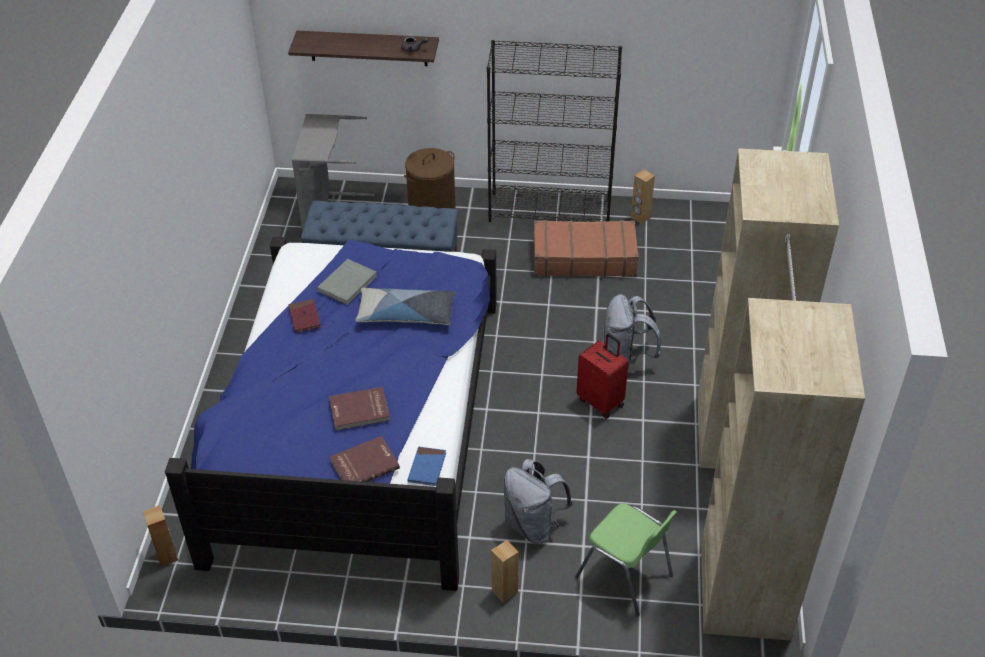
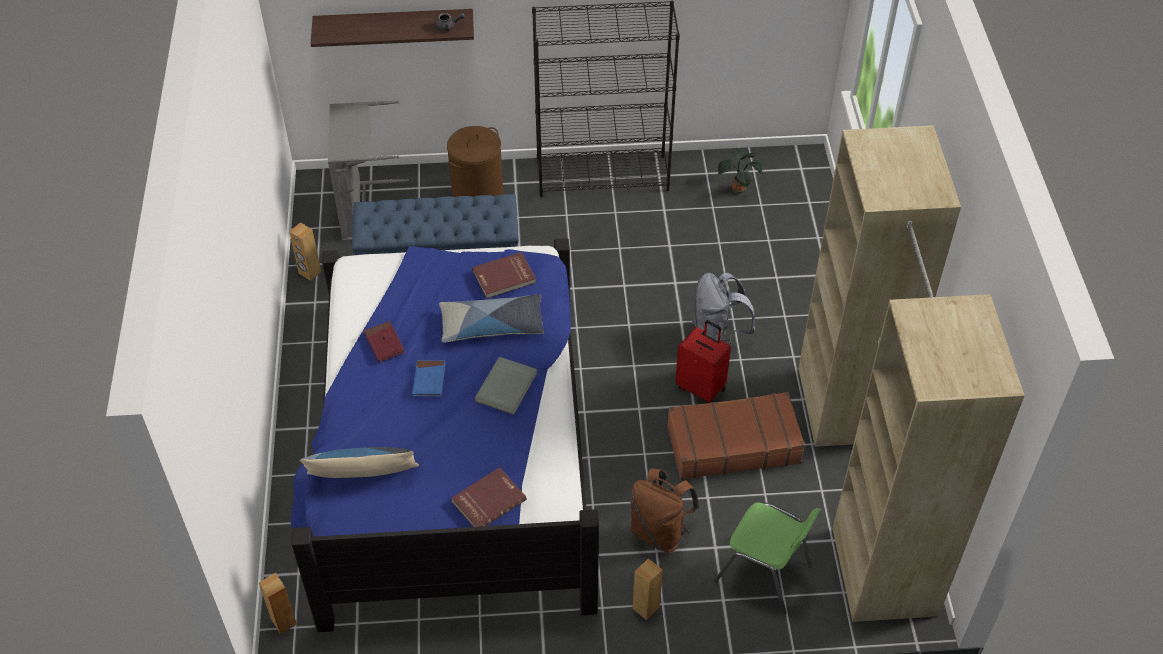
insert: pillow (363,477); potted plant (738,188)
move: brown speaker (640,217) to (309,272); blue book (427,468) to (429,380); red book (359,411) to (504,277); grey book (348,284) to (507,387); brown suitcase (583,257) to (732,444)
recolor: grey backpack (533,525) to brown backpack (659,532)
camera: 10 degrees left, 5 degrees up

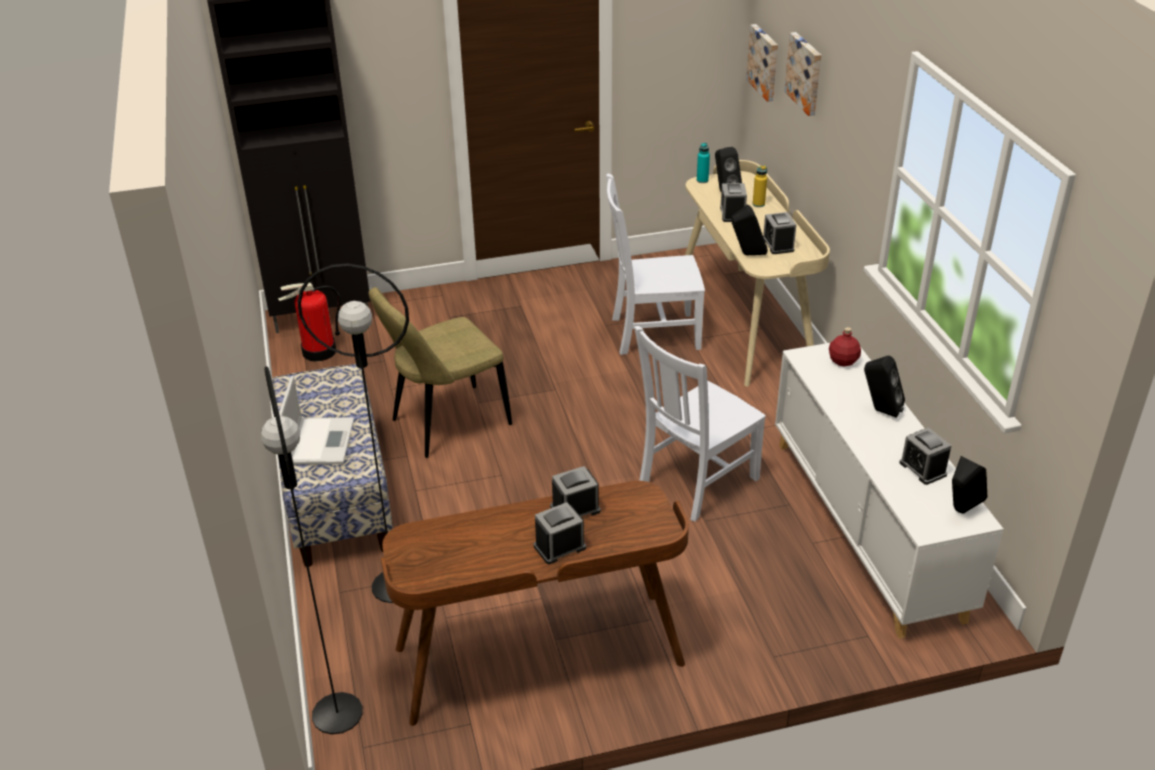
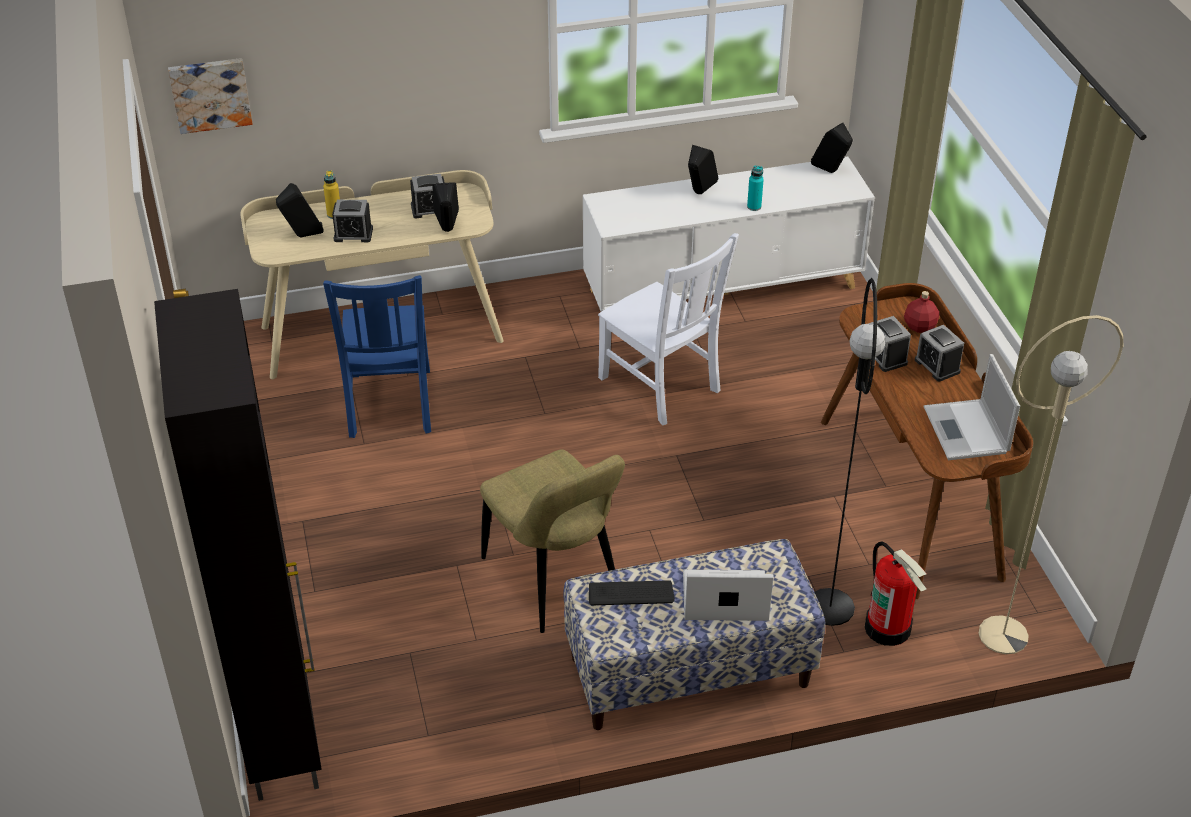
delete: picture (805,73); alarm clock (922,469)
insert: keyboard (630,594); laptop (967,431)
move: turquoise bottle (702,180) to (754,207); fire extinguisher (319,352) to (888,628); red bottle (842,361) to (920,327)
recolor: white chair (652,333) to blue chair (389,405); black floor lamp (337,713) to beige floor lamp (1003,635)
camera: 90 degrees left, 5 degrees up

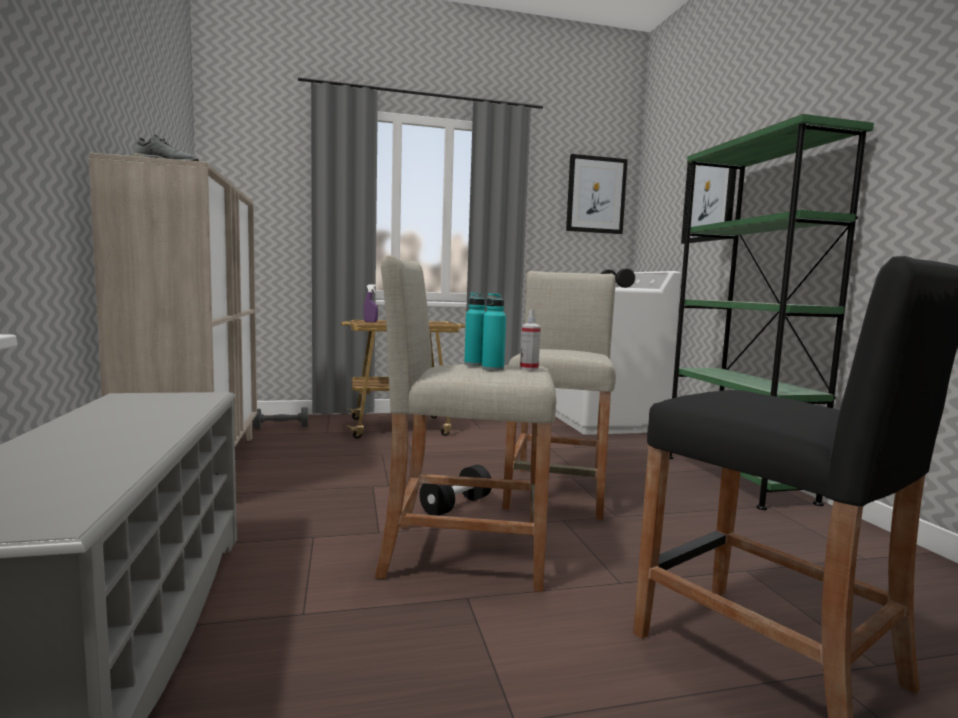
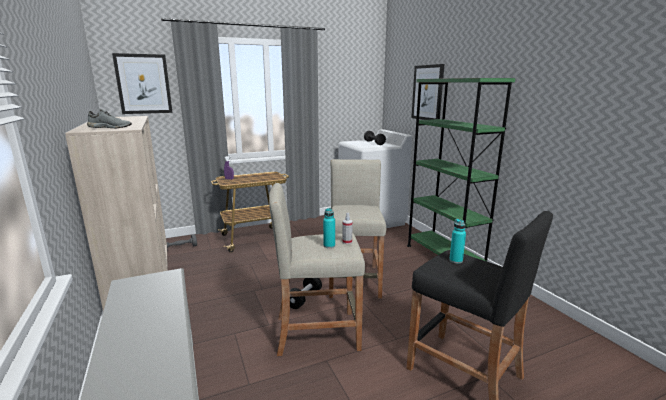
move: picture (596,195) to (143,84); turquoise bottle (474,364) to (456,260)
camera: 10 degrees left, 10 degrees up

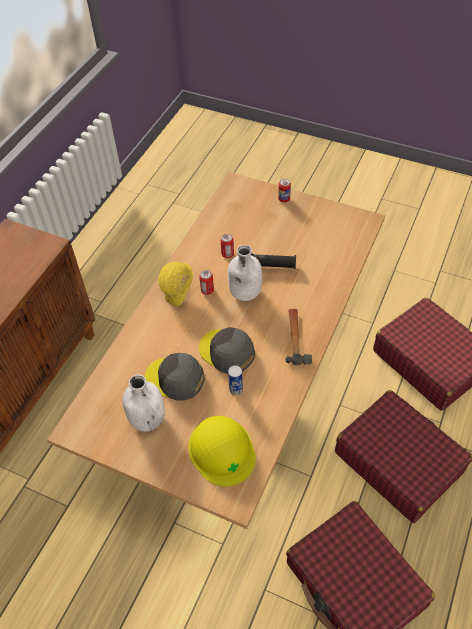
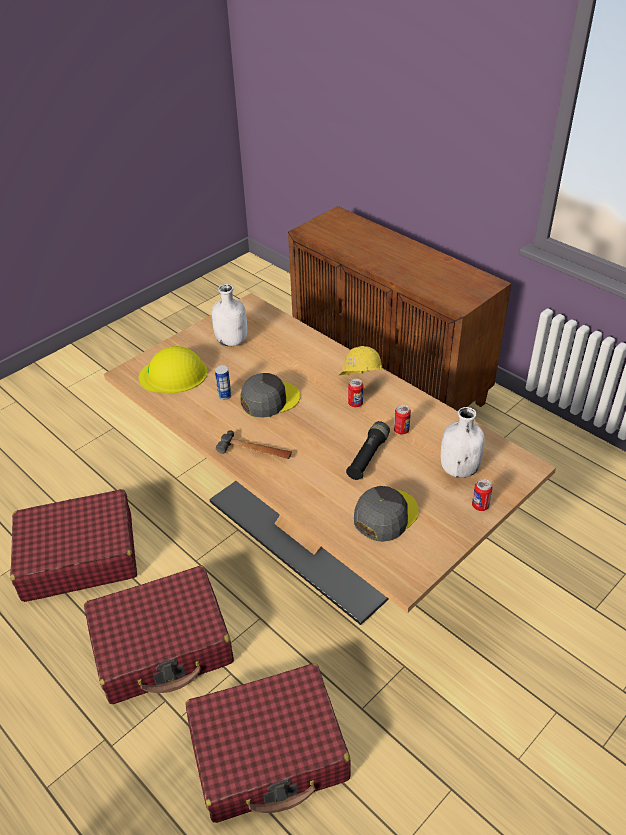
move: grey cap (175,379) to (385,515); white bottle (244,293) to (458,468)
camera: 110 degrees right, 10 degrees down

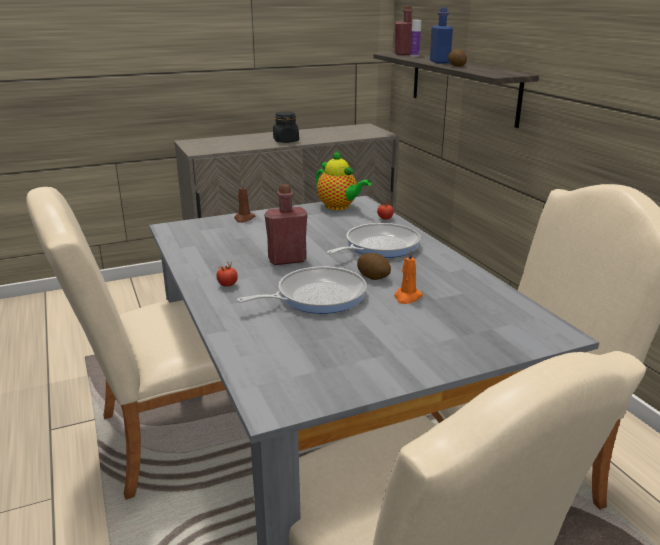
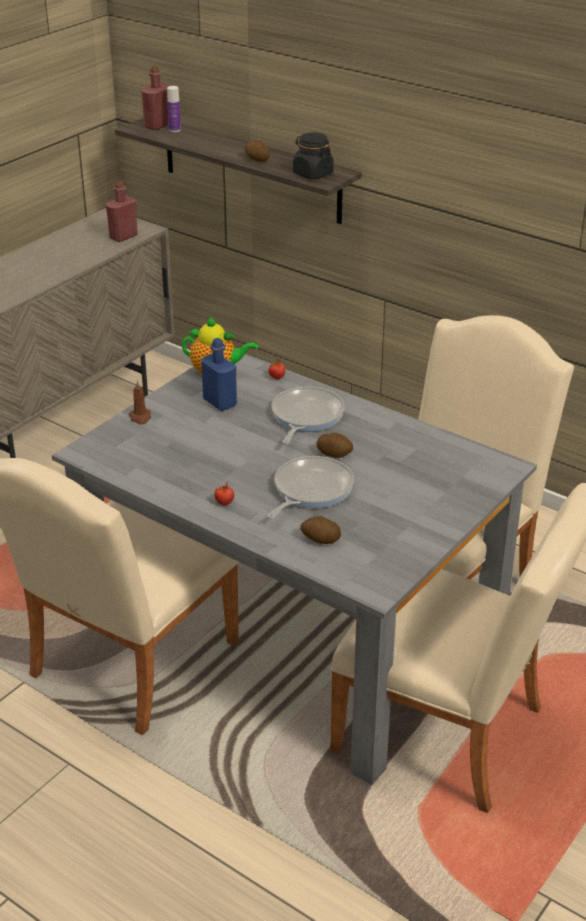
delete: orange candle (407,297)
insert: potato (320,540)
move: red bottle (287,260) to (123,237); blue bottle (439,62) to (220,402); black jar (286,141) to (312,174)
camera: 30 degrees left, 10 degrees up

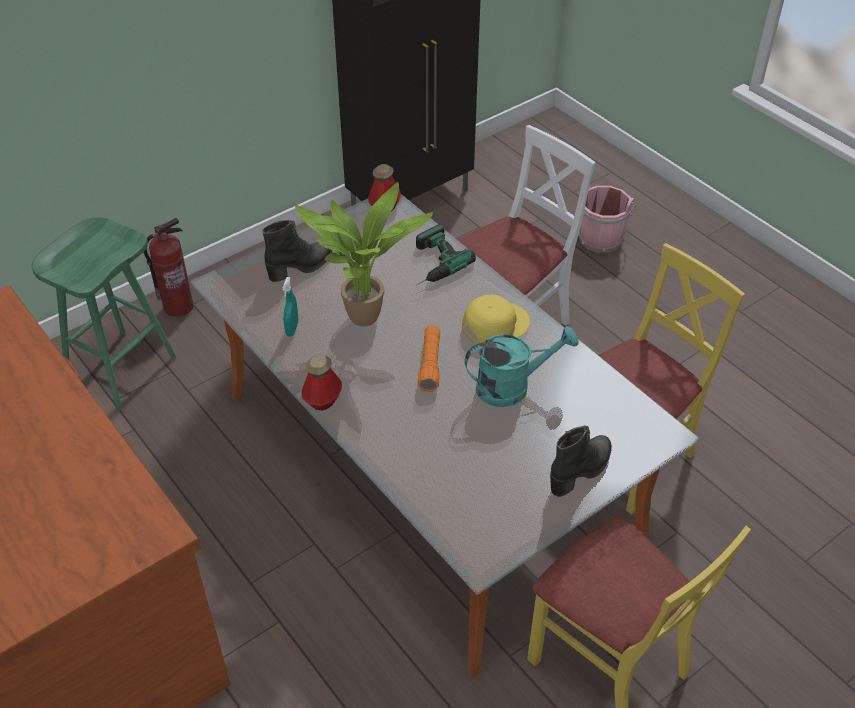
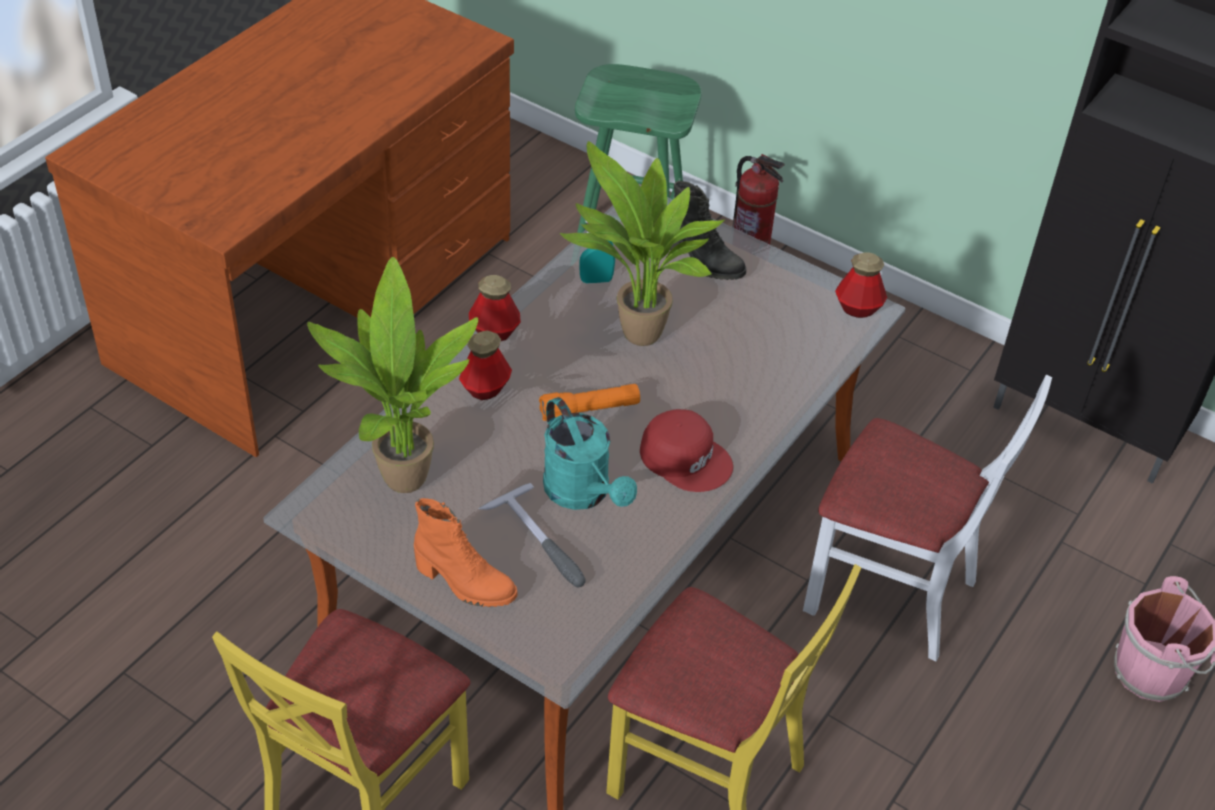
delete: power drill (430,263)
insert: potted plant (398,479); bottle (485,389); hammer (541,544)
recolor: black boot (581,471) to orange boot (464,584); yellow cap (494,324) to red cap (686,457)
camera: 70 degrees right, 0 degrees up

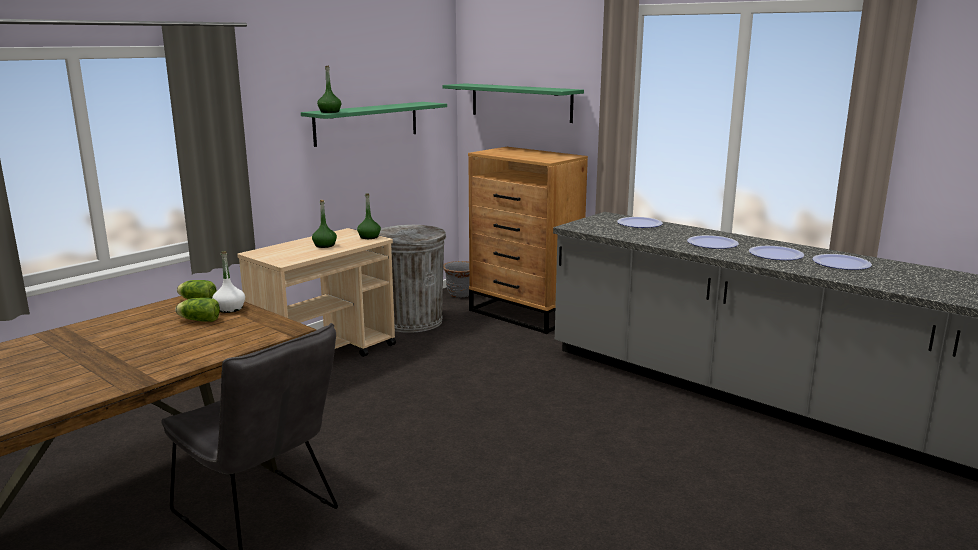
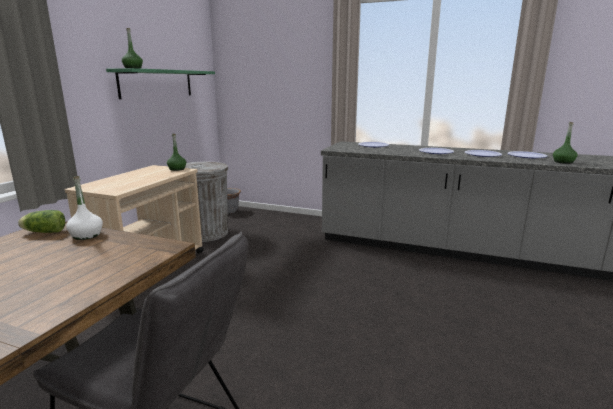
delete: lettuce (198,320); green shelf (520,102); brown dresser (525,314)
move: green bottle (325,245) to (563,162)
camera: 20 degrees left, 0 degrees up

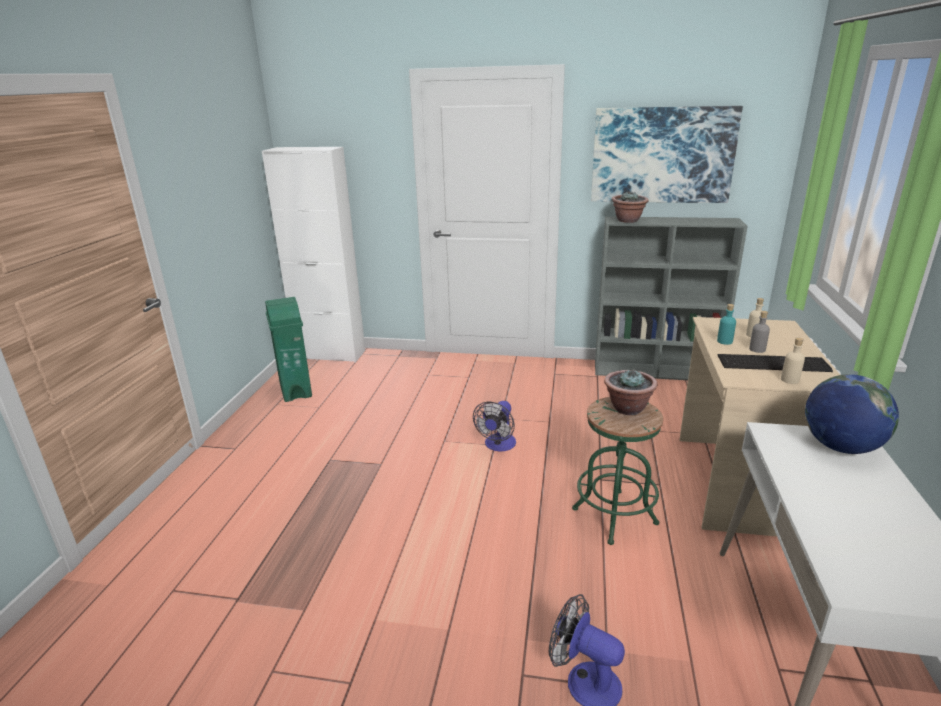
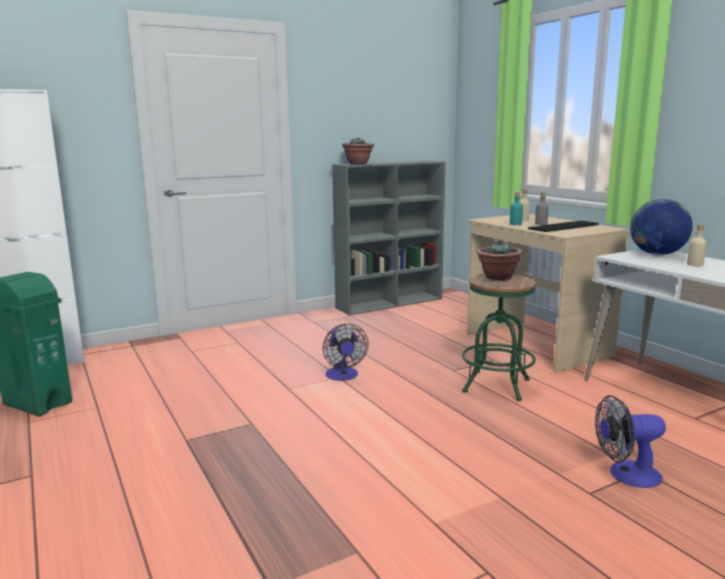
delete: picture (662,155)
move: beige bottle (790,380) to (695,264)
camera: 40 degrees left, 10 degrees down

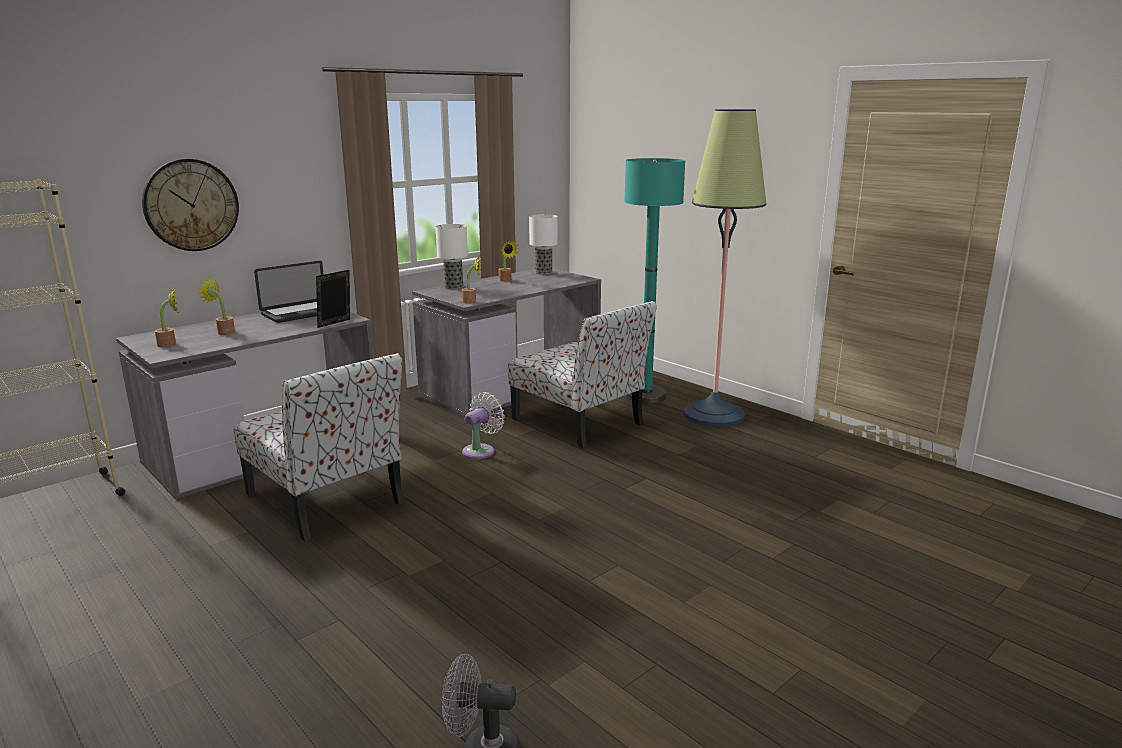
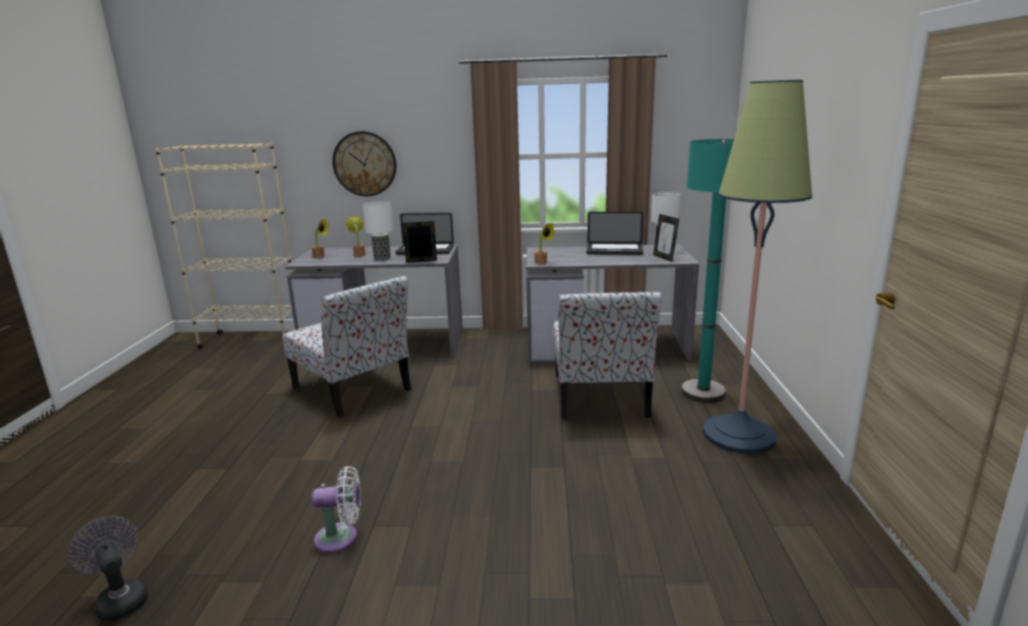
insert: picture frame (664,258)
move: white fan (481,451) to (341,538); table lamp (453,287) to (382,258)
replace: potted plant (506,280) to laptop (614,250)
rotate: chair (327,500) = (353,389) 45 degrees counterclockwise
camera: 45 degrees right, 0 degrees up

